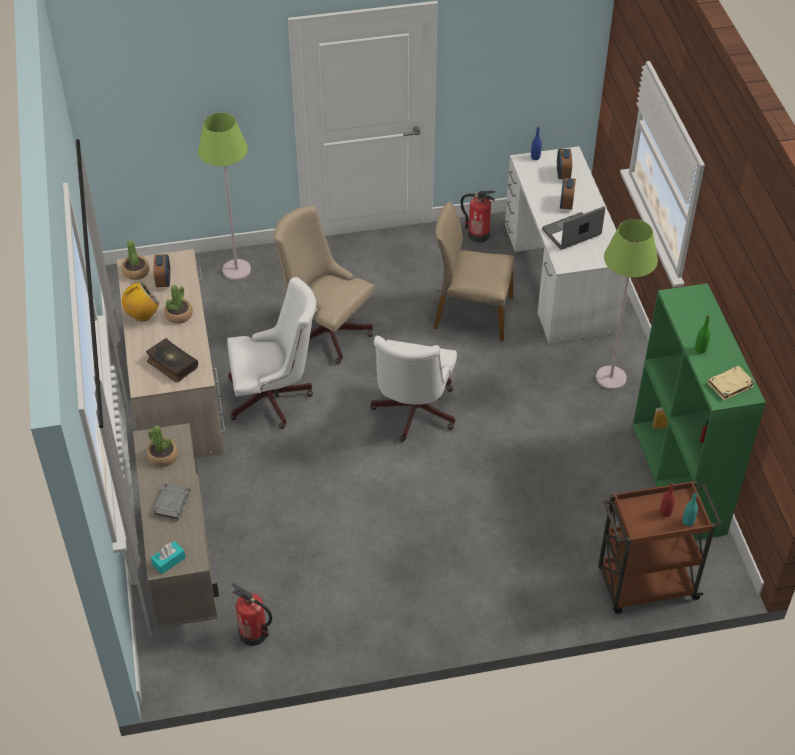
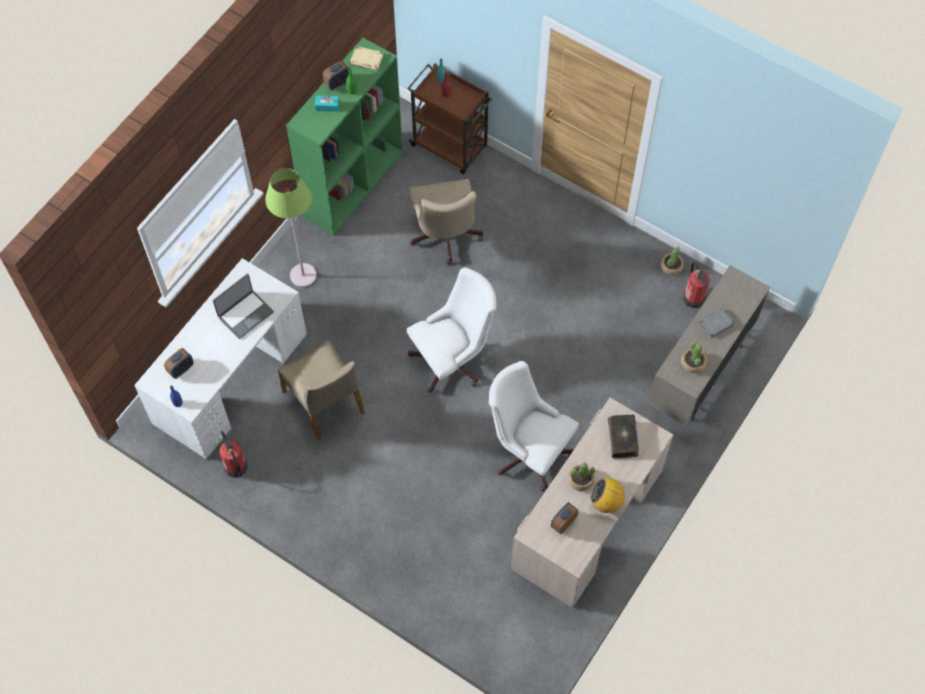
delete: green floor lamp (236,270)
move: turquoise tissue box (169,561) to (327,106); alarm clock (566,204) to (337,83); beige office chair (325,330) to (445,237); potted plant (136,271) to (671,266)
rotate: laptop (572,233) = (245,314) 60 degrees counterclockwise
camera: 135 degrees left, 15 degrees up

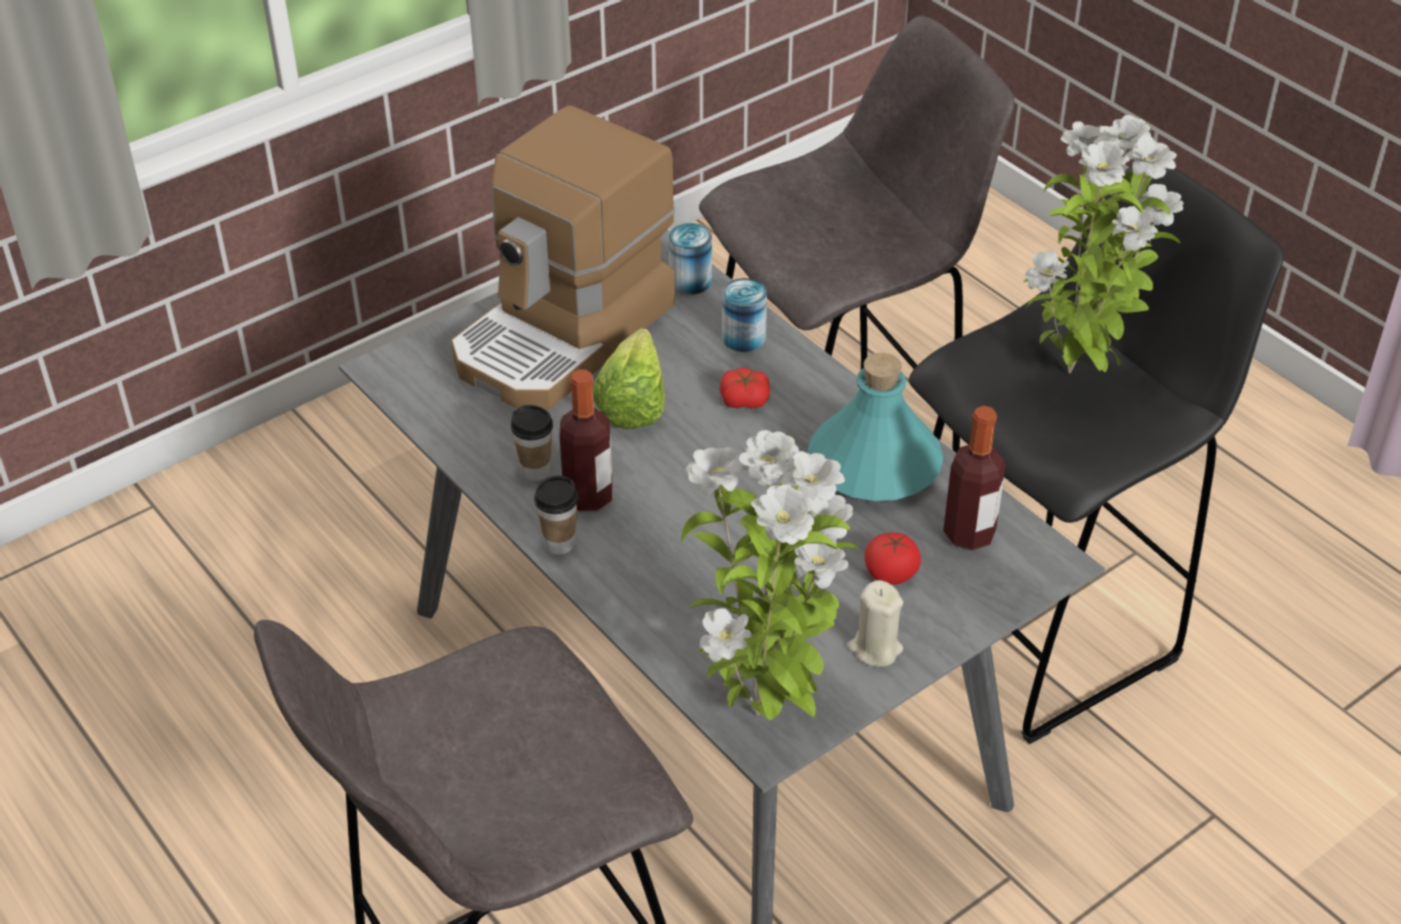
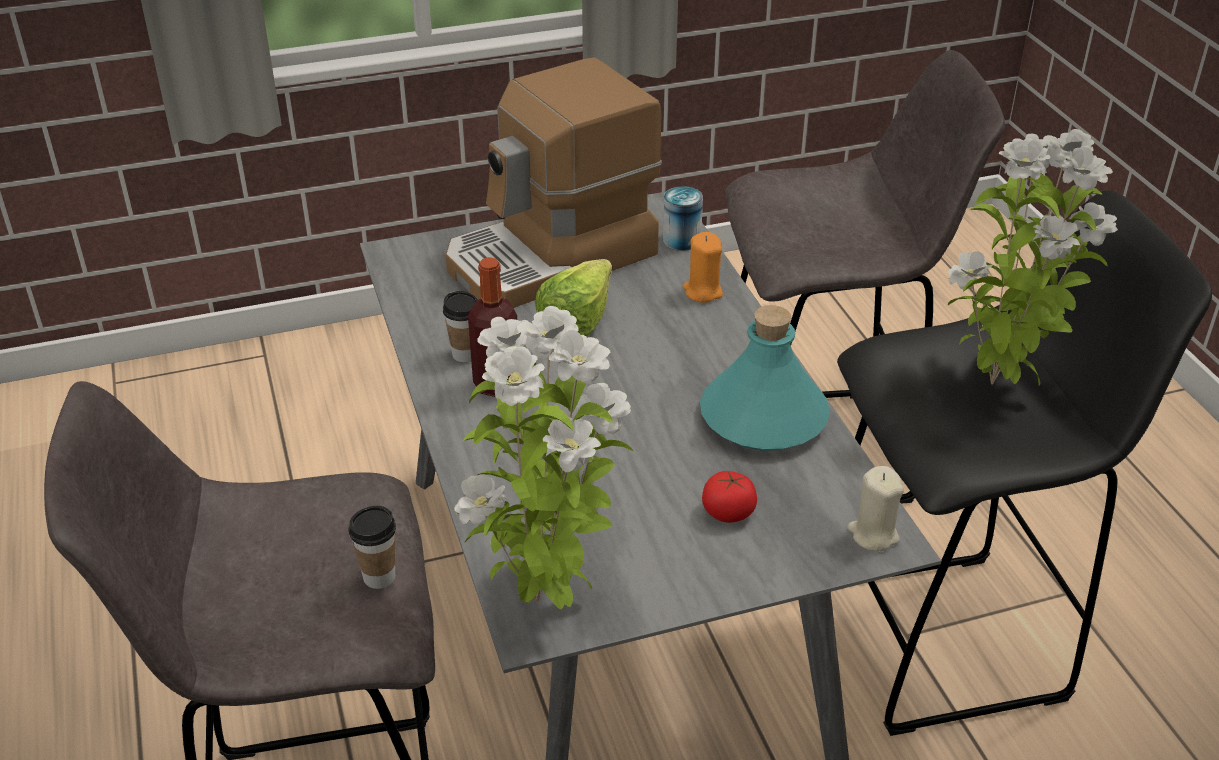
delete: tomato (744,399); bottle (969,534)
move: cup (559,543) to (379,577); beige candle (875,648) to (873,534)
replace: can (743,338) to orange candle (702,292)
camera: 20 degrees right, 5 degrees down

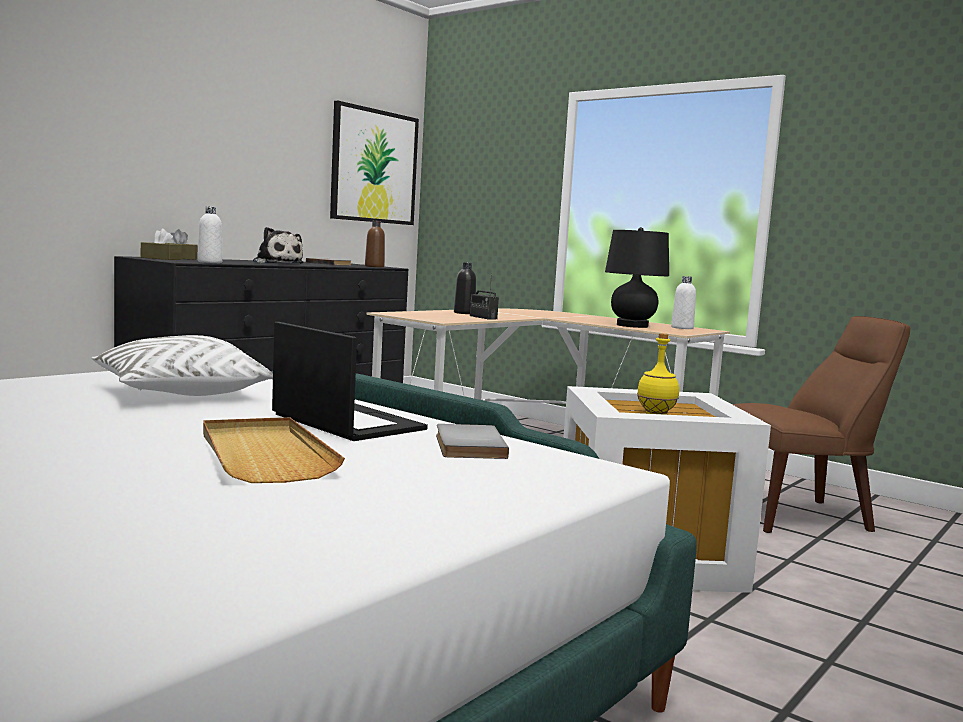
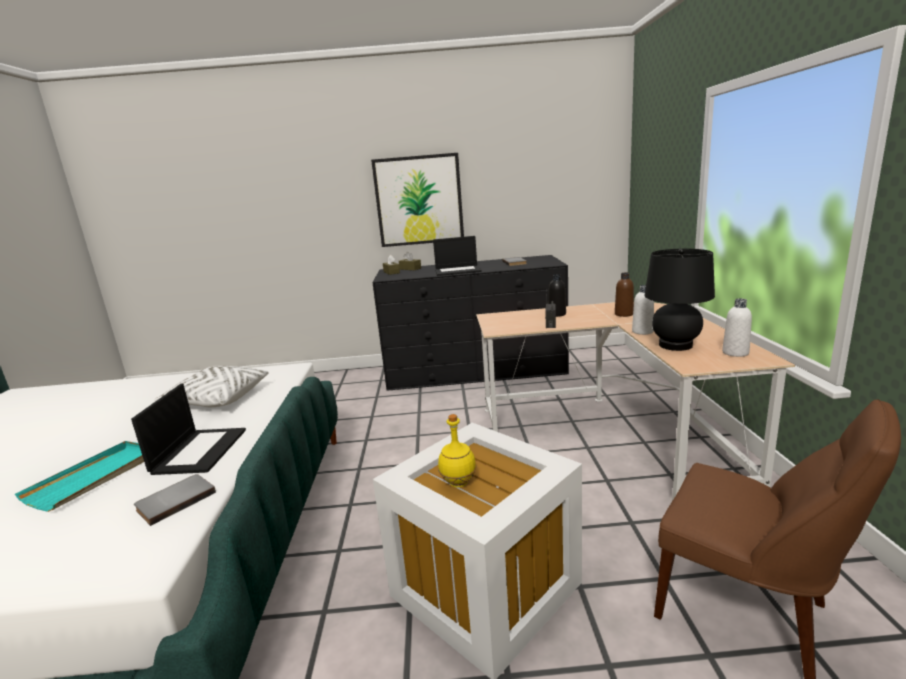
move: picture (374,166) to (419,200); brown bottle (374,266) to (624,314); white bottle (210,262) to (642,332)
replace: plush toy (277,263) to laptop (458,271)
recolor: beige tray (264,455) to turquoise tray (95,477)
camera: 50 degrees right, 10 degrees up

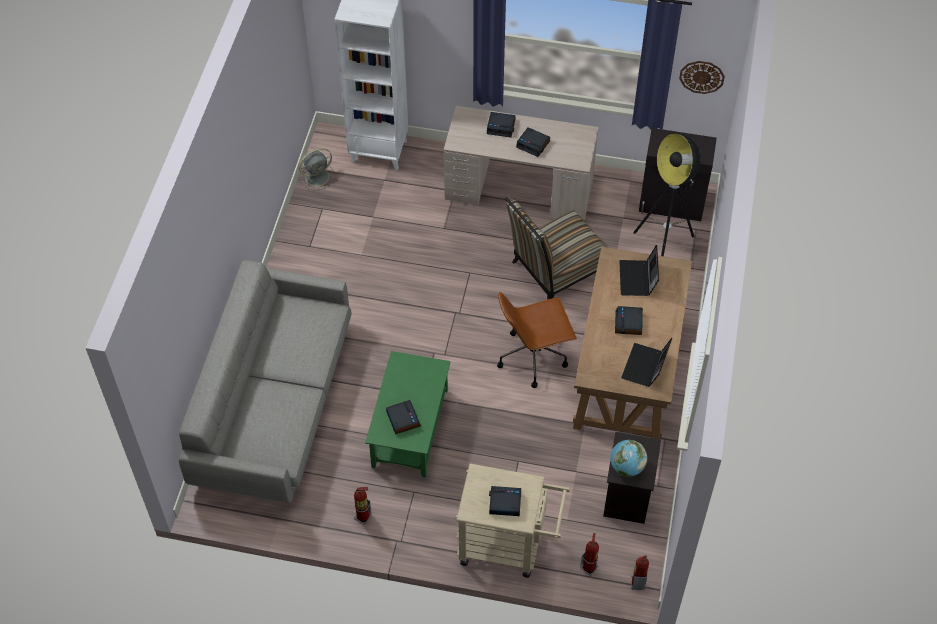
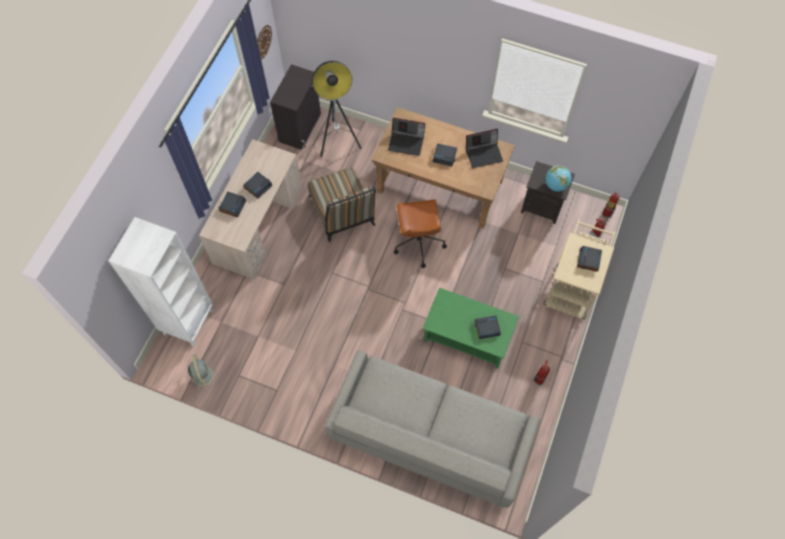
rotate: laptop (645,367) = (484,154) 45 degrees counterclockwise
camera: 80 degrees left, 10 degrees up

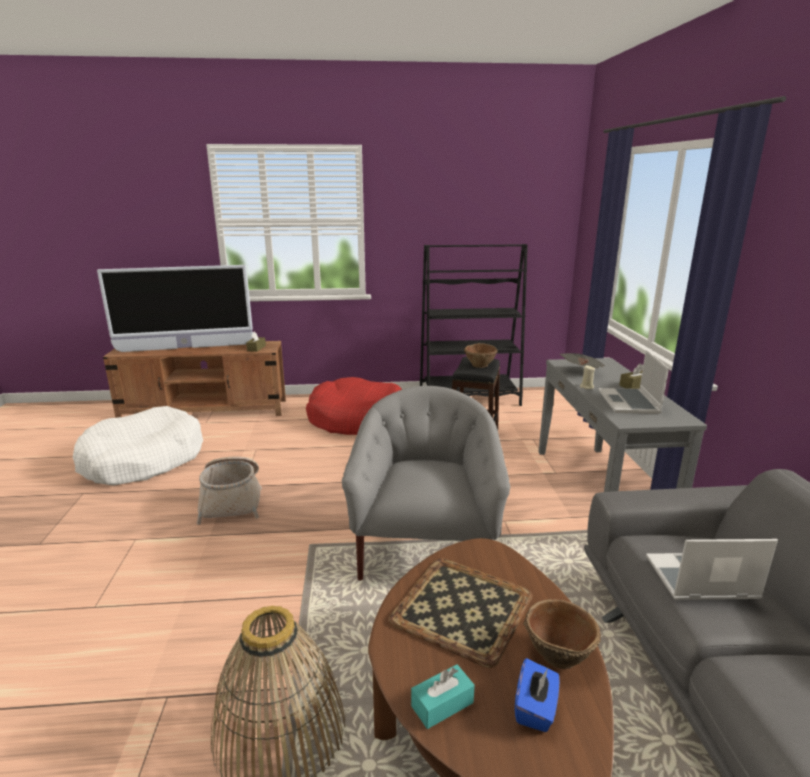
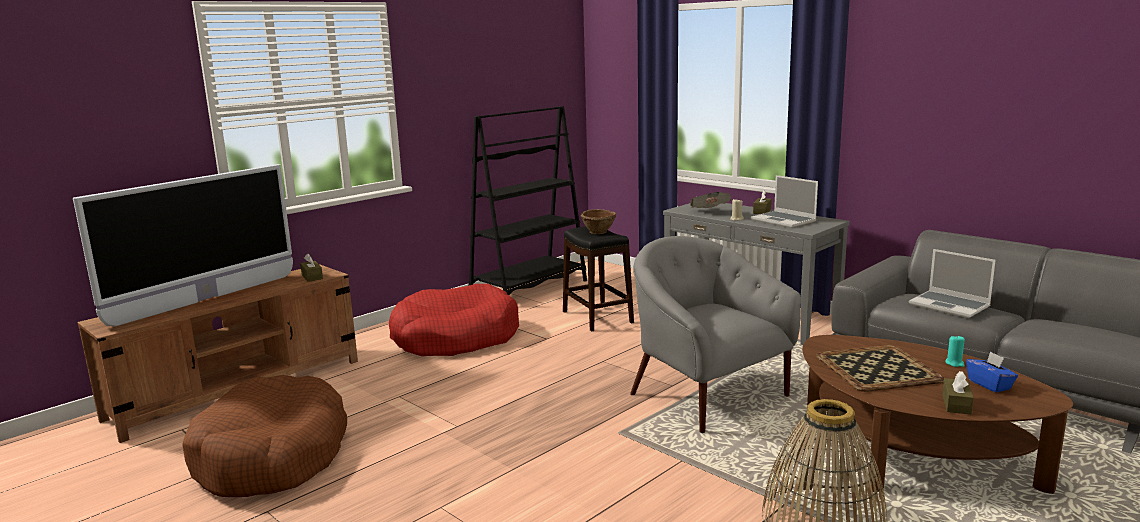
delete: basket (232,500)
replace: brown bowl (558,654) to turquoise candle (954,363)
recolor: white dog bed (142,460) to brown dog bed (272,456); turquoise tissue box (442,704) to brown tissue box (956,404)
rotate: laptop (700,579) = (950,306) 90 degrees counterclockwise
camera: 40 degrees left, 5 degrees down

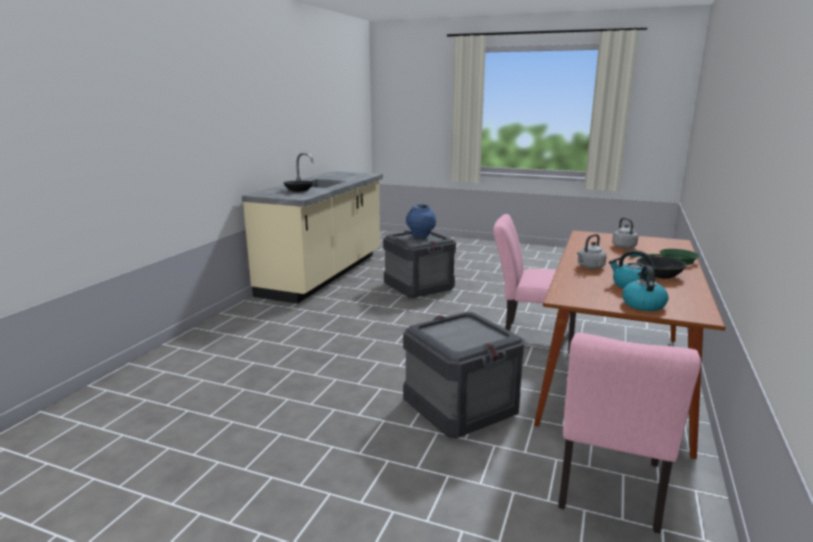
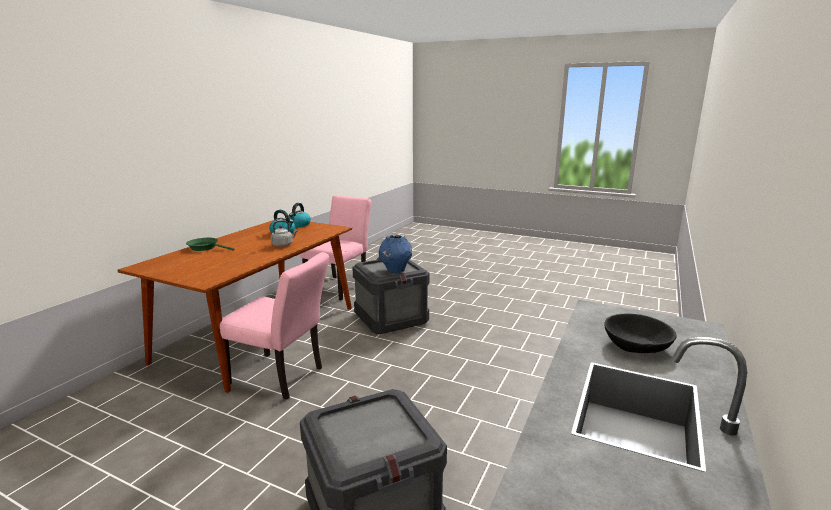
delete: grey kettle (625,247); black bowl (659,275)
move: blue vase (420,237) to (395,270)
camera: 175 degrees left, 0 degrees up

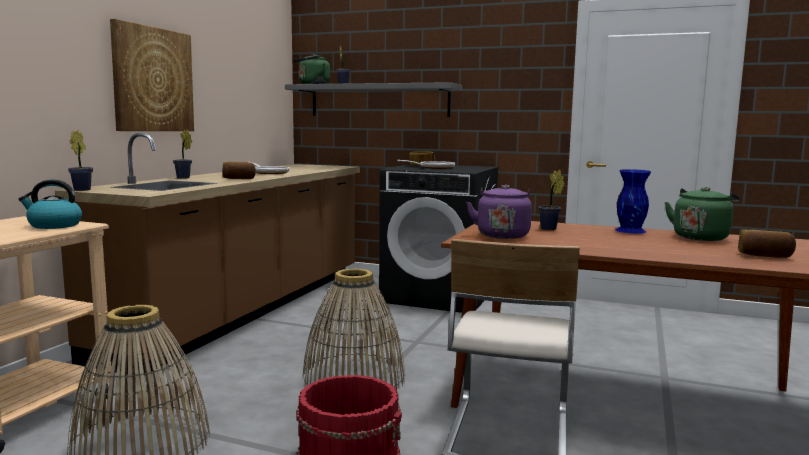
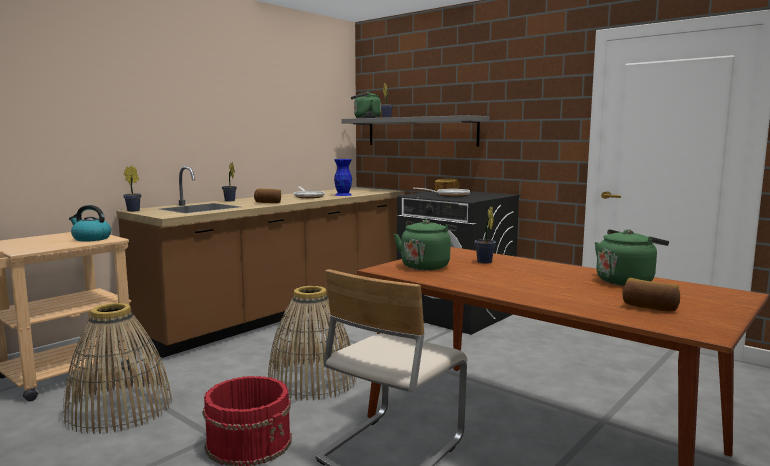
delete: picture (153,80)
move: blue vase (630,230) to (343,195)
recolor: purple kettle (502,235) to green kettle (426,266)
camera: 20 degrees right, 0 degrees up

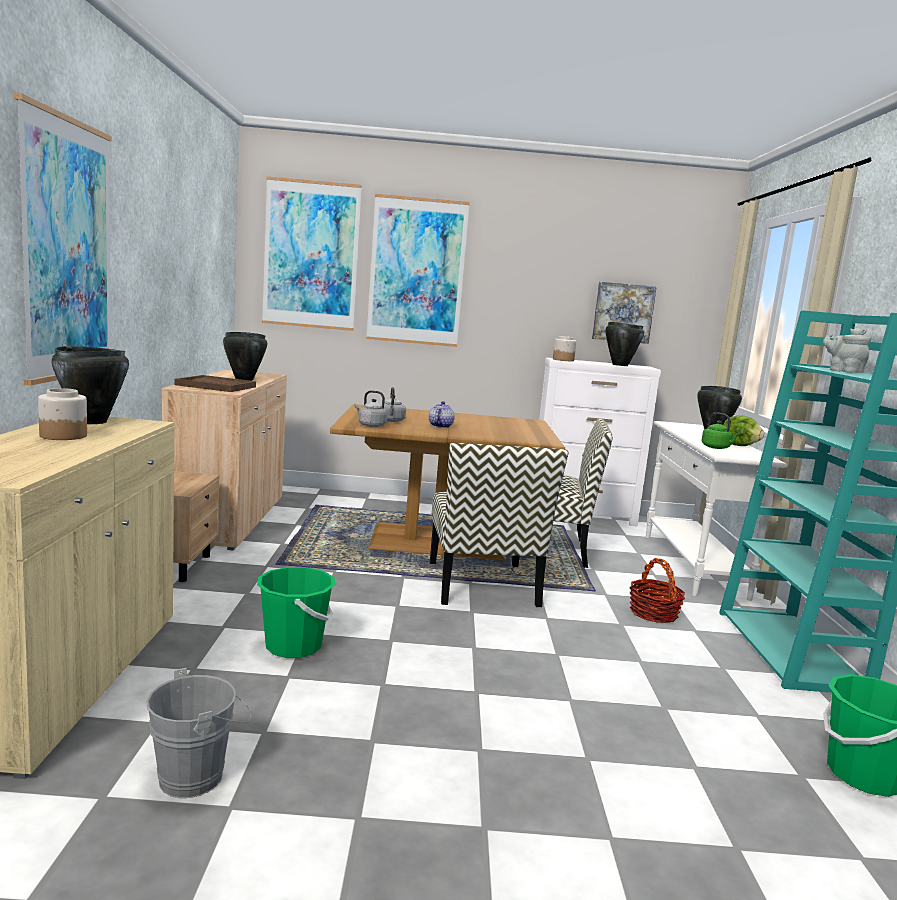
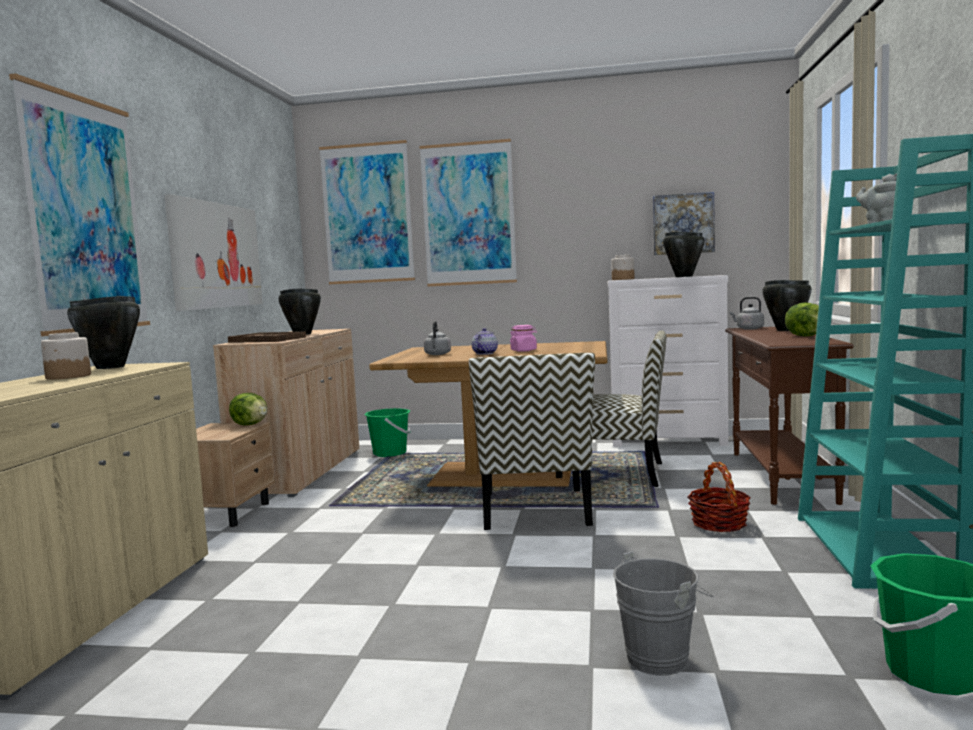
delete: green kettle (717,448)
insert: picture (216,255); lettuce (251,424); pink jar (524,350)
move: green bucket (294,646) to (390,453); grey bucket (198,775) to (663,657); grey kettle (370,425) to (748,329)
recolor: white console table (692,565) to brown console table (780,476)
camera: 10 degrees right, 5 degrees down

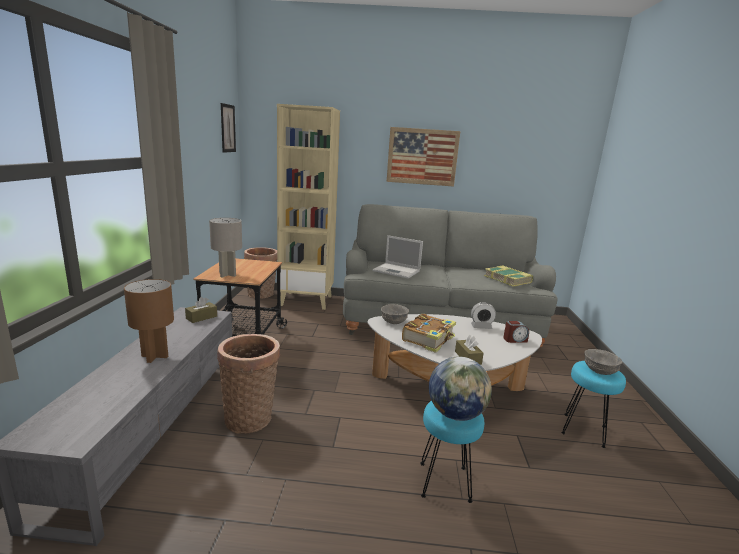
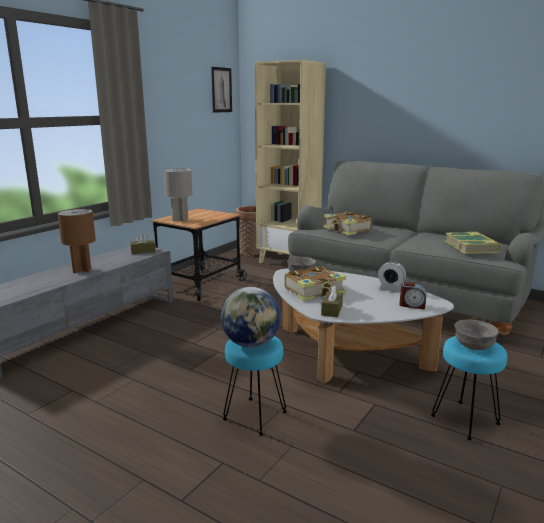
delete: basket (250,417); picture (422,157)
replace: laptop (397,271) to book (347,230)
camera: 30 degrees right, 0 degrees up

